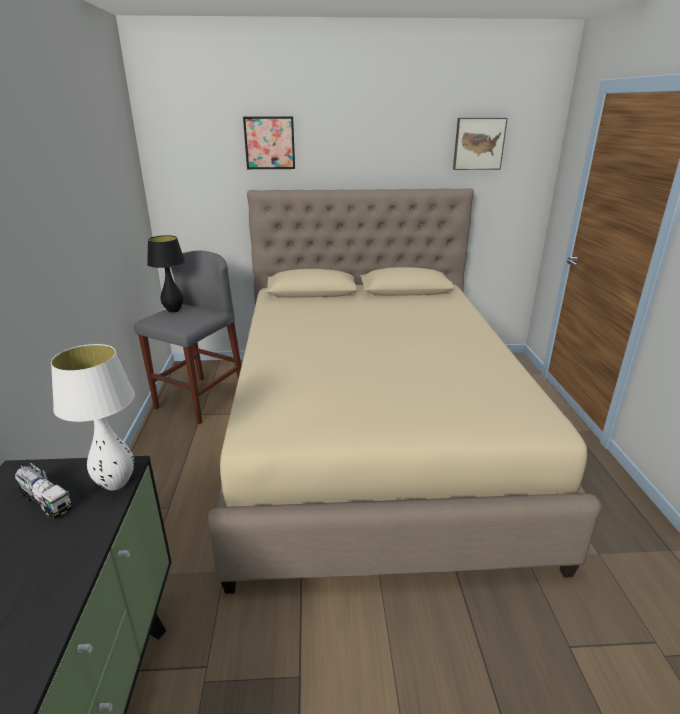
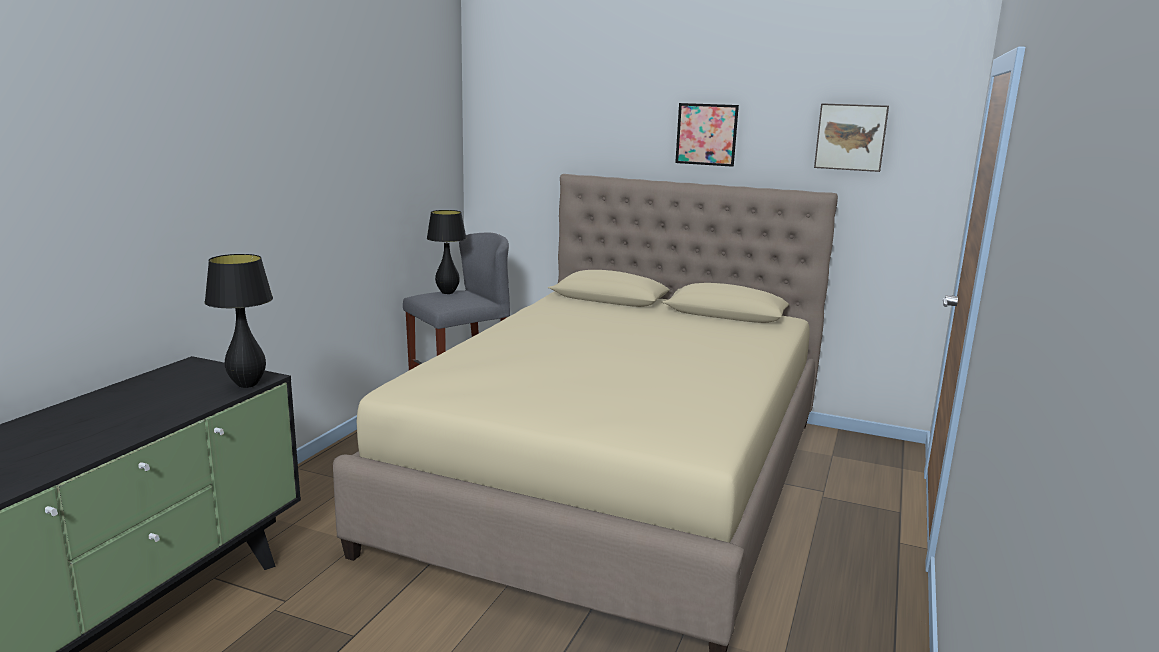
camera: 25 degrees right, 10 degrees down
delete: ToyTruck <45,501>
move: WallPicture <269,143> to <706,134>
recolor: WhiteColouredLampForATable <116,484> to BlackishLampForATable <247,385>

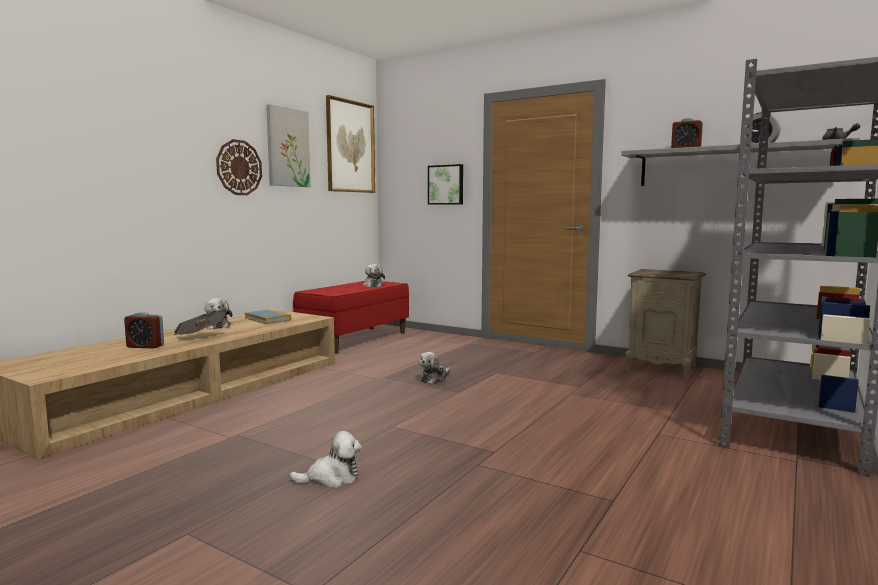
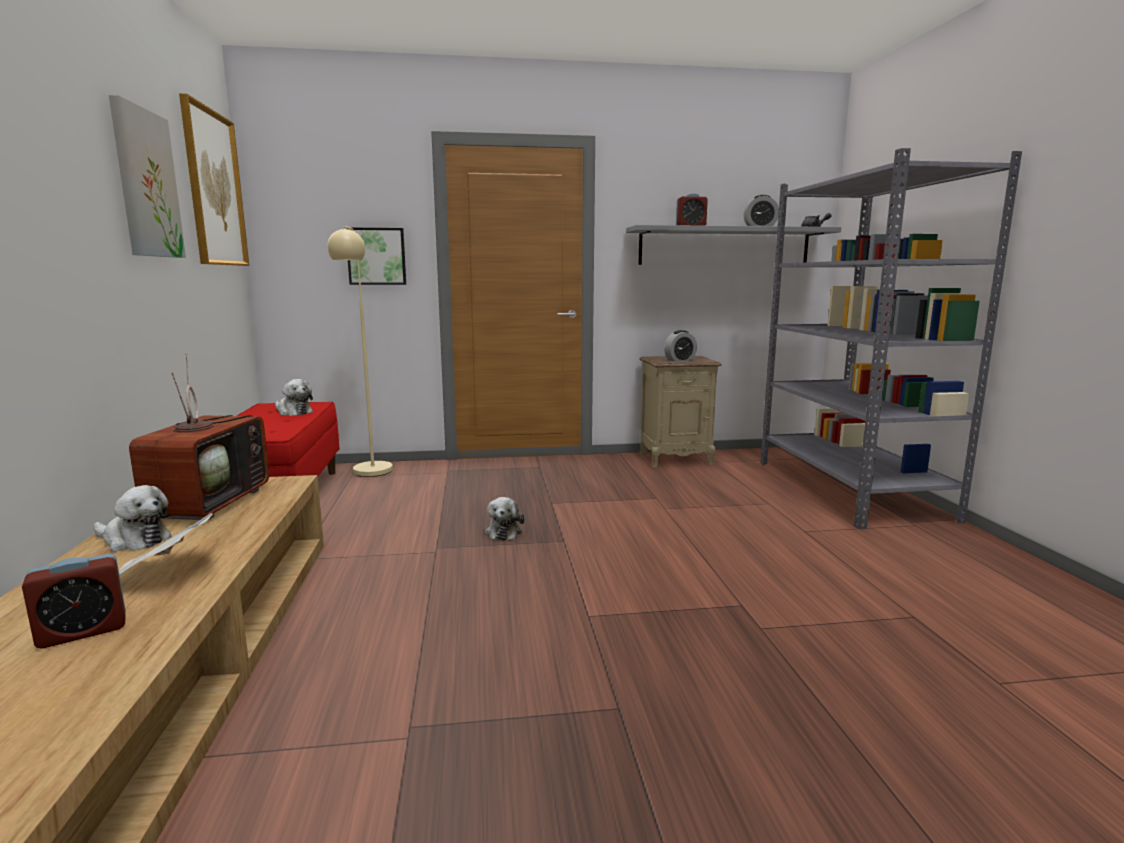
camera: 40 degrees left, 5 degrees up
delete: HangingClock <239,167>; CuddlyToy <331,478>
insert: SandColouredStandardLamp <370,474>; TableClock <680,360>
replace: Volume <267,319> to TvSet <209,502>

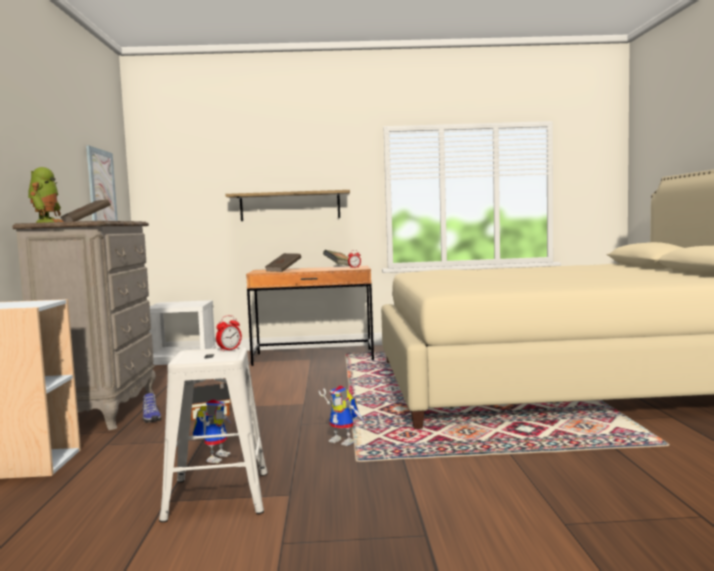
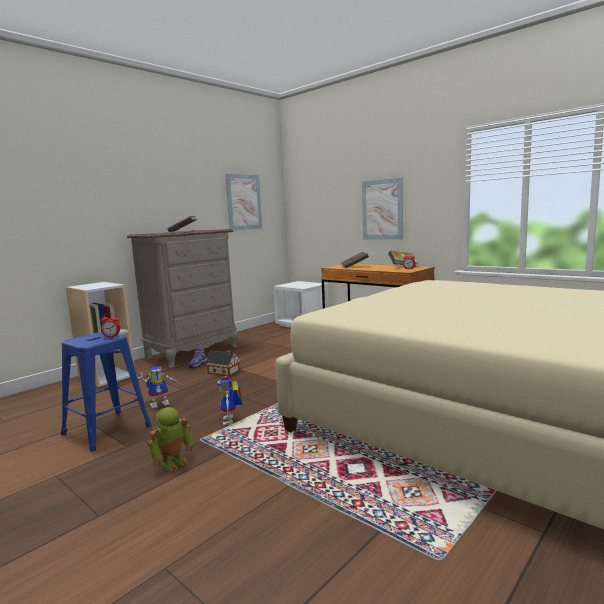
camera: 45 degrees right, 5 degrees up
move: ToyRobot <46,222> to <173,462>
replace: BracketShelf <290,206> to WallPicture <382,209>
recolor: WhiteColouredStool <217,495> to BluishStool <106,430>

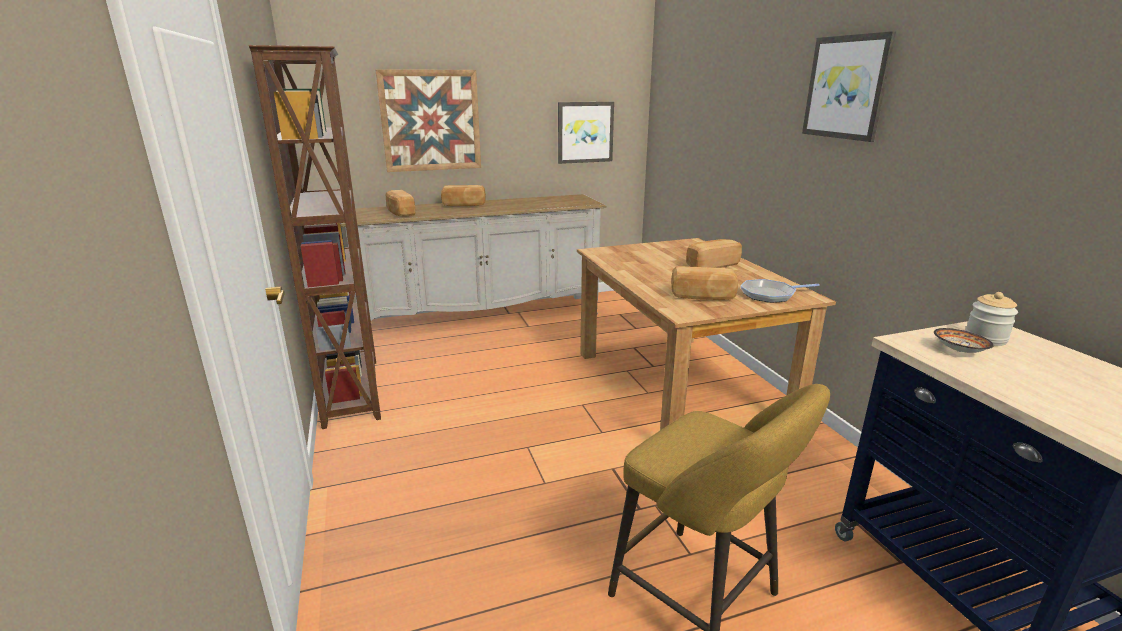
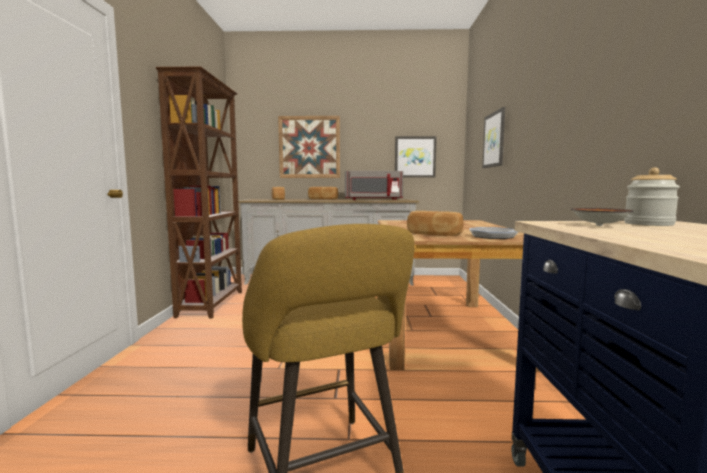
camera: 20 degrees right, 15 degrees down
delete: BakeryBread <711,265>
insert: GrayMicrowaveOven <373,199>
move: WallPicture <846,87> to <494,140>

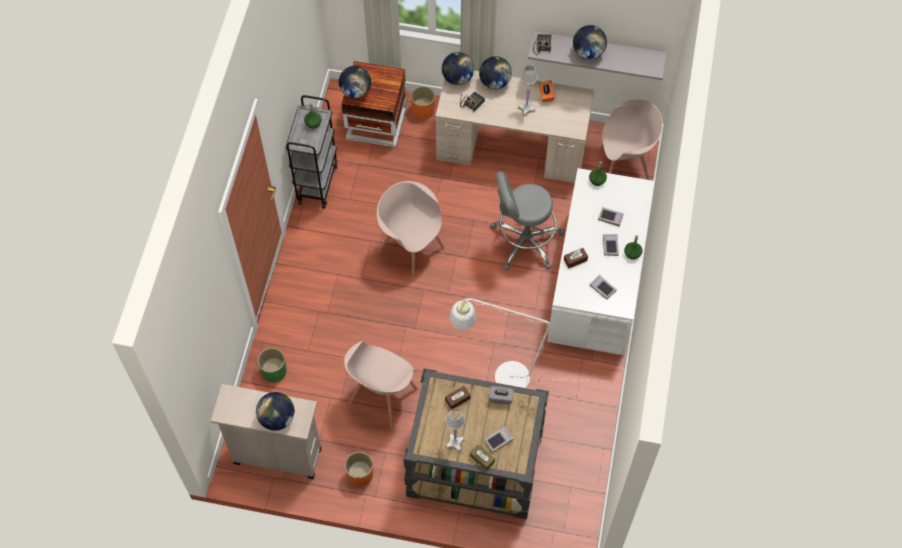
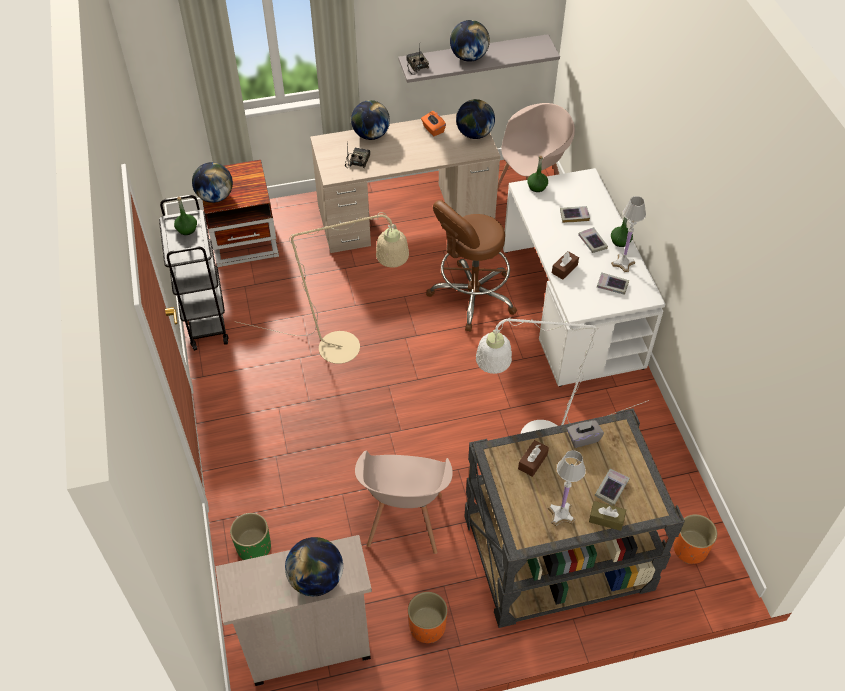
camera: 25 degrees left, 10 degrees down
move: OrangeColouredPlanter <423,110> to <690,549>; DeskGlobe <457,78> to <474,134>; WhiteColouredLampForATable <526,108> to <623,263>
replace: SandColouredPlainChair <410,249> to SandColouredStandardLamp <350,349>
recolor: GrayStool <524,241> to BrownishStool <472,297>

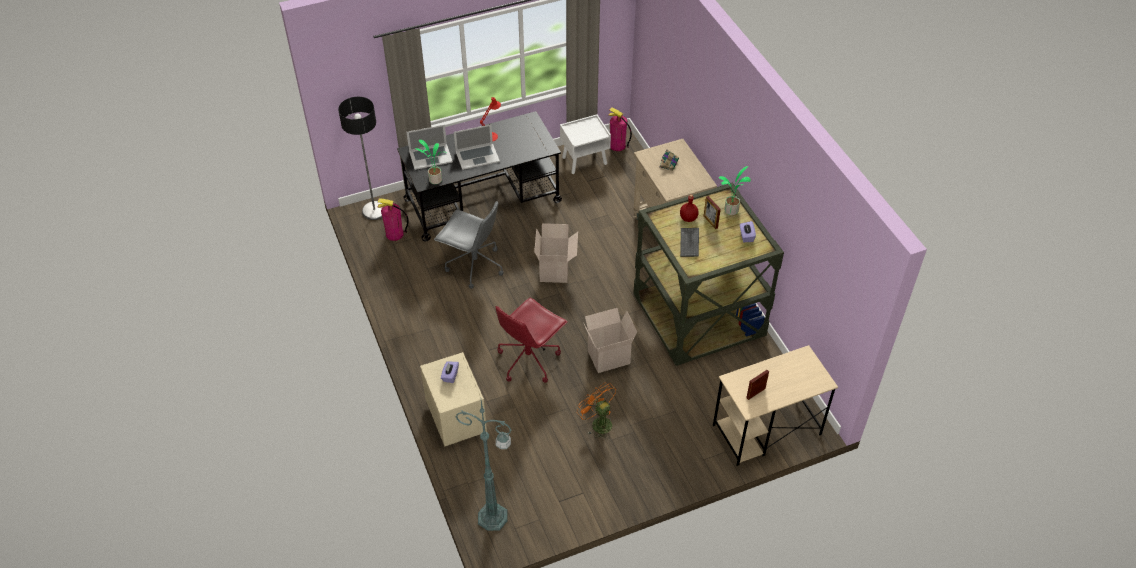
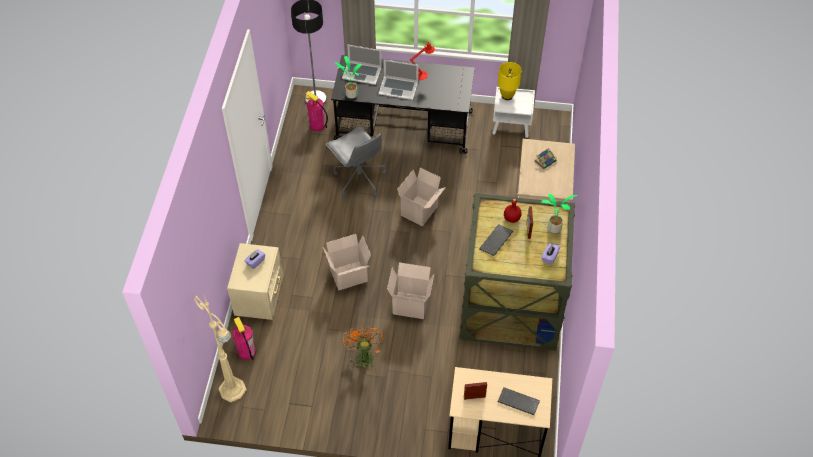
camera: 30 degrees right, 5 degrees up
insert: YellowLampForATable <507,96>; Keyboard <517,402>
move: FireExtinguisher <617,145> to <246,351>
replace: ReddishComputerChair <530,359> to CardboardBox <348,276>
recolor: GreenStandardLamp <494,518> to SandColouredStandardLamp <233,390>

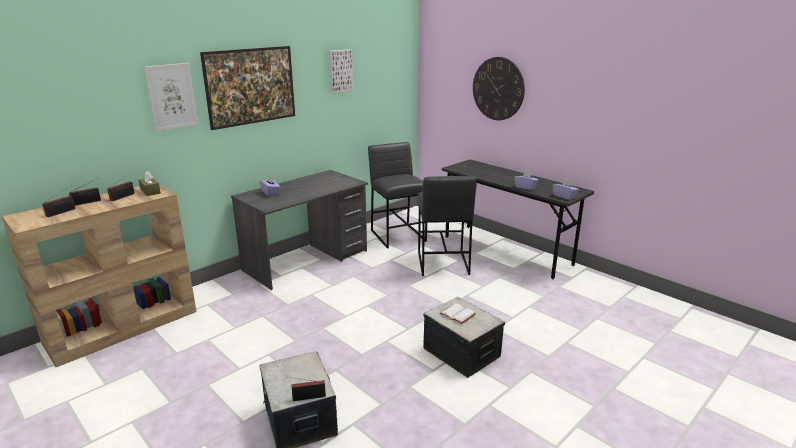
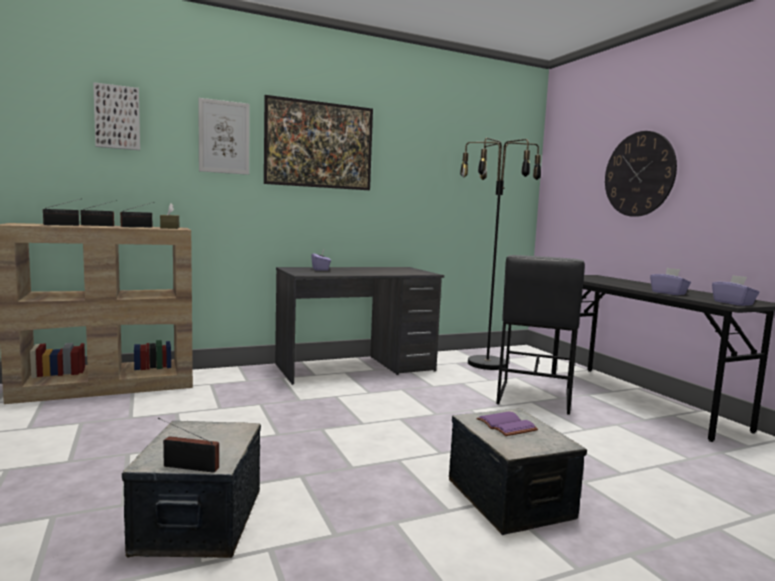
camera: 20 degrees right, 15 degrees down
move: WallPicture <339,70> to <117,117>
replace: GrayStool <398,235> to StandardLamp <486,364>
recolor: WhiteColouredVolume <458,314> to PurplishVolume <508,426>

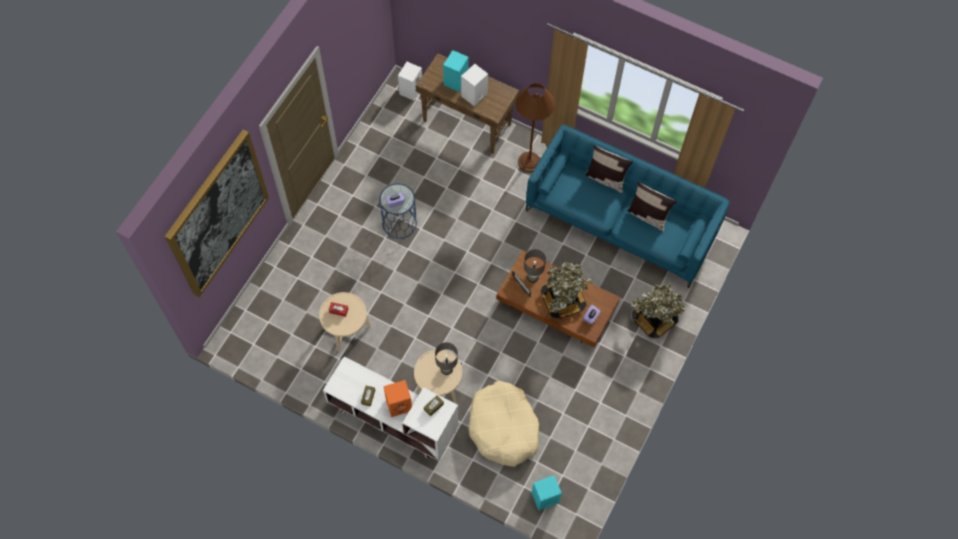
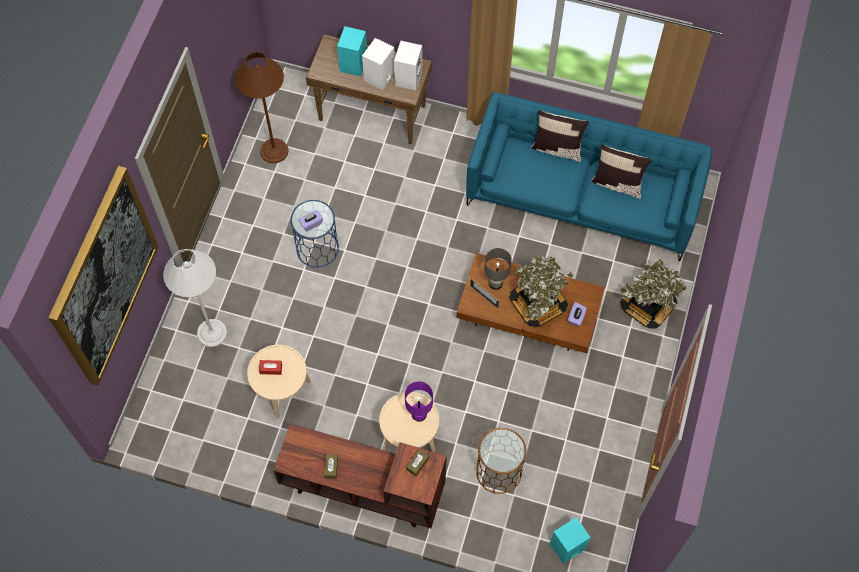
camera: 10 degrees left, 0 degrees up
delete: OrangeColouredAudioSpeaker <399,404>
insert: WhiteColouredStandardLamp <212,333>
move: WhiteColouredAudioSpeaker <410,90> to <408,77>; BrownishStandardLamp <529,162> to <274,151>
replace: SandColouredPetBed <503,427> to BrownishSideTable <498,471>
recolor: WhiteColouredMediaConsole <392,420> to BrownishMediaConsole <361,490>; GrayLampForATable <446,368> to PurplishLampForATable <419,414>

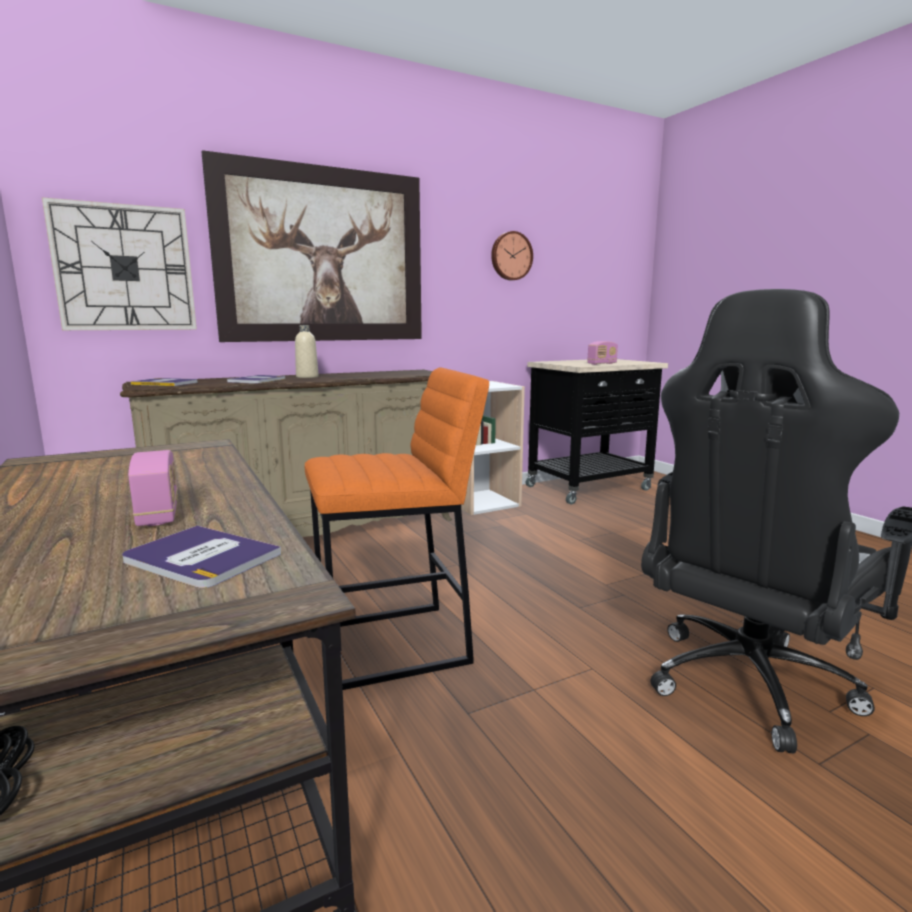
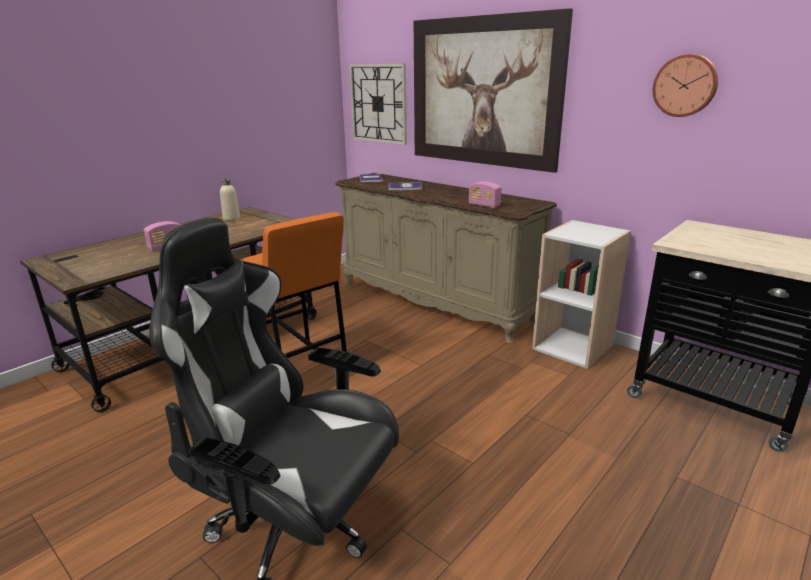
camera: 70 degrees right, 10 degrees up
delete: Volume <201,558>
move: SandColouredBeverageBottle <307,377> to <231,218>; Radio <602,364> to <484,205>

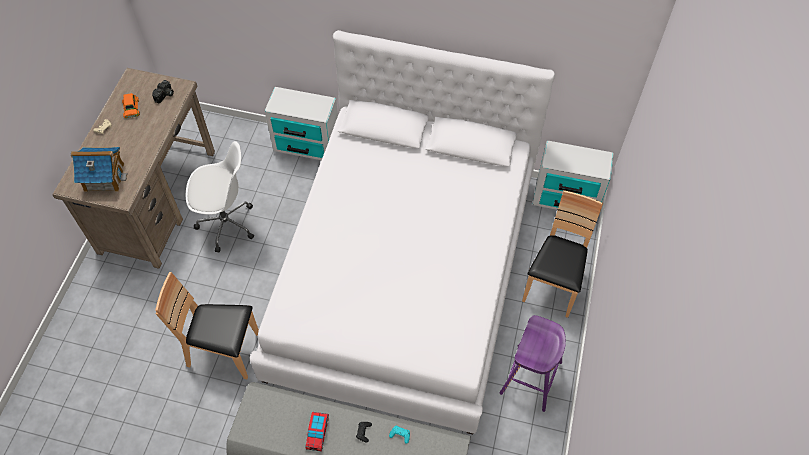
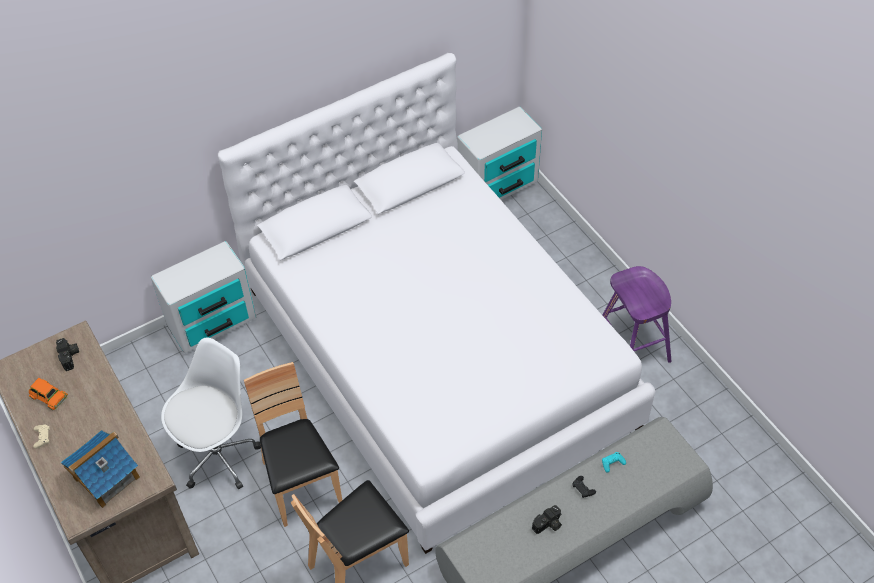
camera: 45 degrees left, 5 degrees down
move: BrownishPlainChair <553,285> to <301,484>
replace: MiniatureCar <317,432> to PhotoCamera <548,525>

